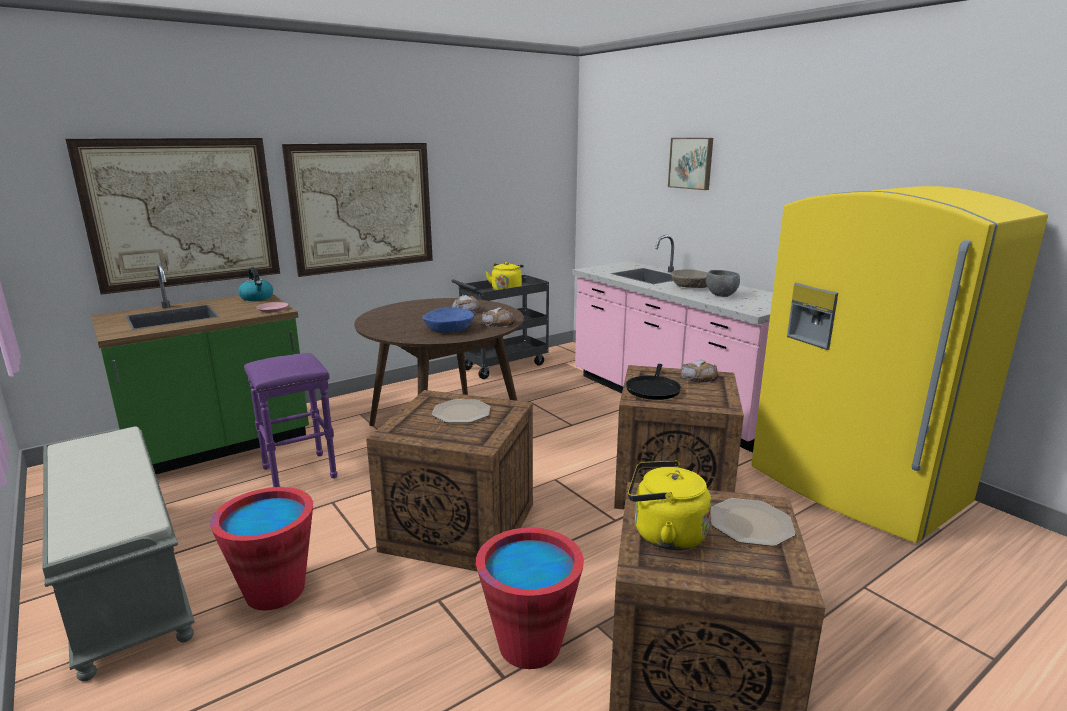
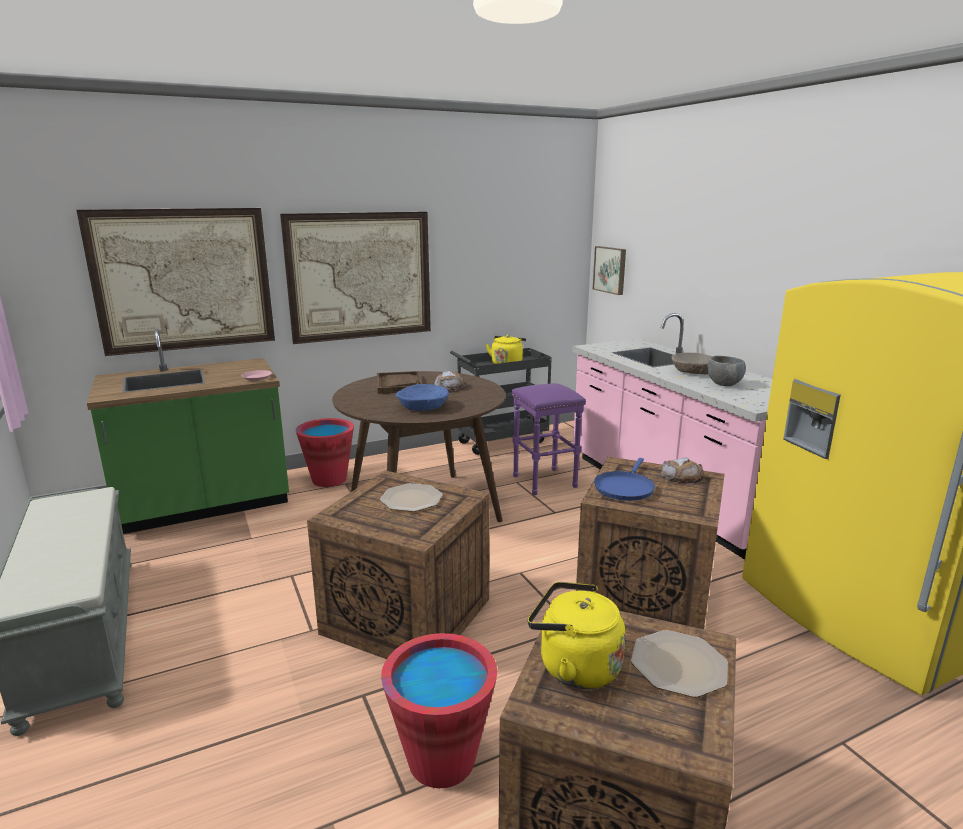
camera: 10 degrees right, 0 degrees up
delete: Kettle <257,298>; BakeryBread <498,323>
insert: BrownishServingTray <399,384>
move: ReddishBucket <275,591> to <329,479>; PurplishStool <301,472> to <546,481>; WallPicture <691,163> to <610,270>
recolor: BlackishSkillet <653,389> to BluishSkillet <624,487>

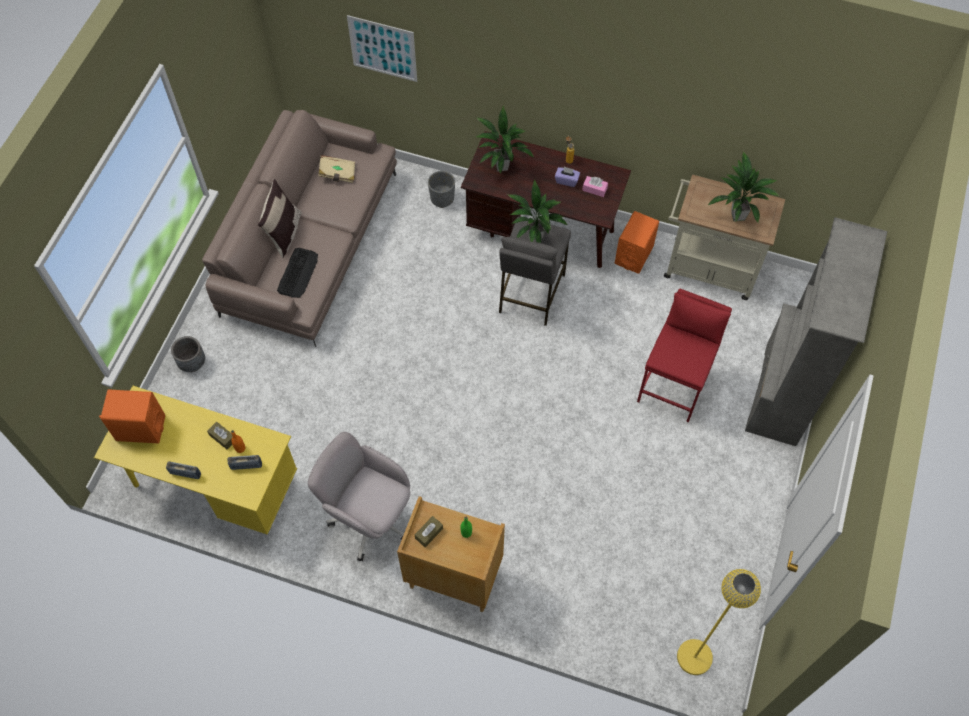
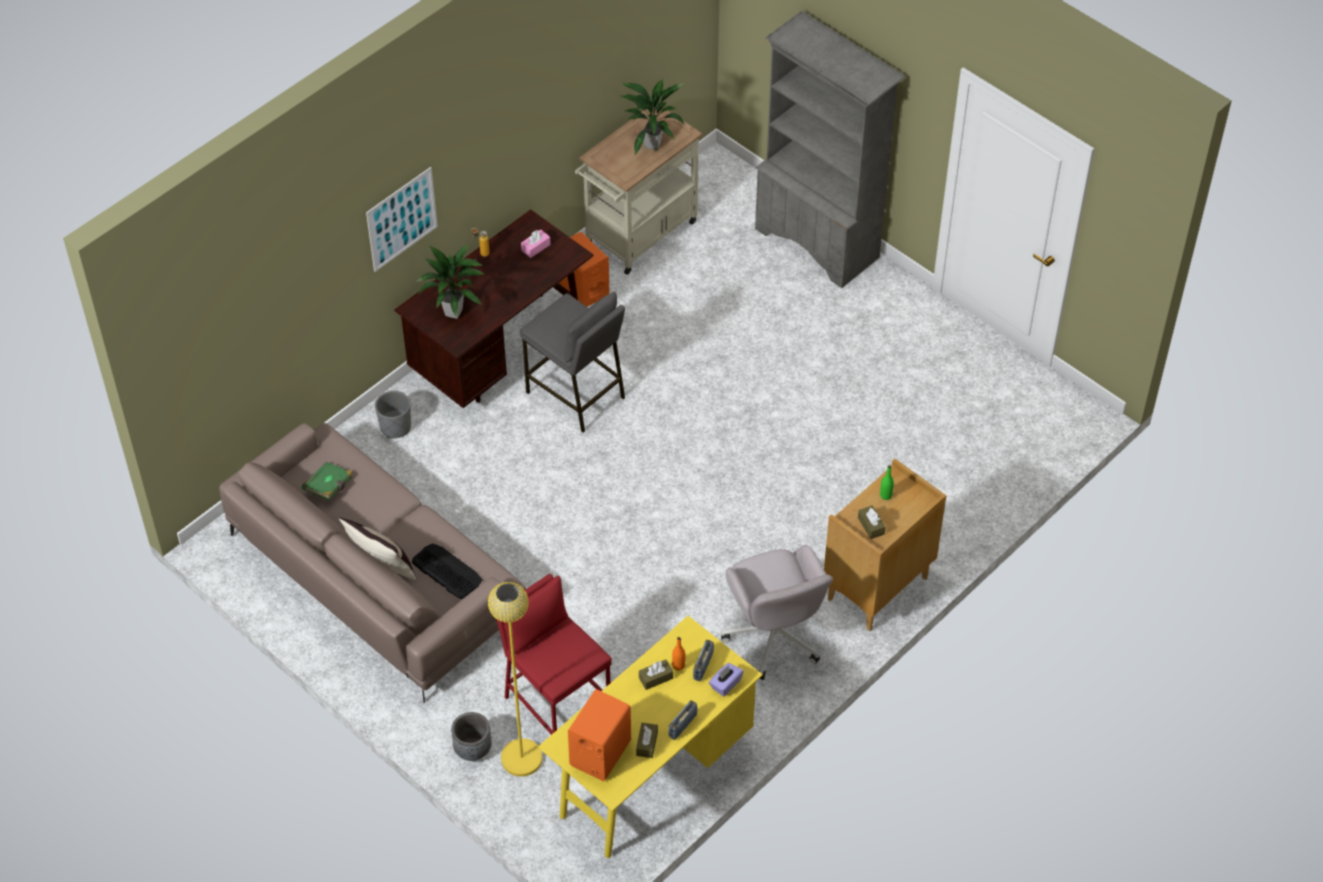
camera: 65 degrees left, 10 degrees down
delete: Houseplant <534,239>
insert: BrownishBoxOfTissues <647,743>
move: WallPicture <382,48> to <402,219>; PurplishBoxOfTissues <566,180> to <725,684>; ReddishStool <674,385> to <557,705>; YellowStandardLamp <694,657> to <522,758>
recolor: SandColouredVolume <337,174> to GreenVolume <329,487>
rotate: GrayComputerChair <370,519> = <773,639> 75 degrees counterclockwise

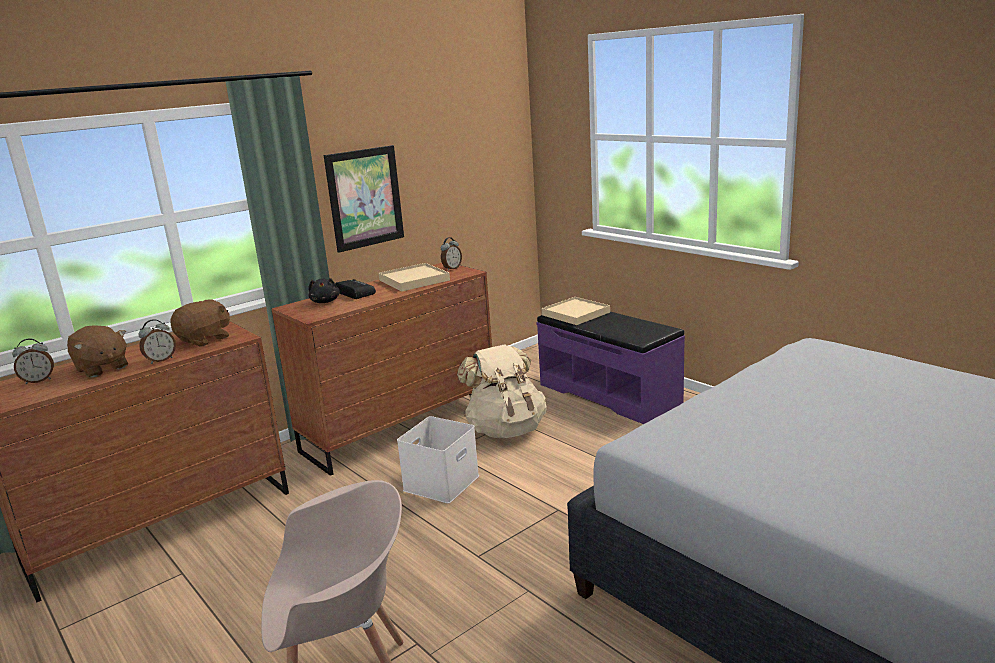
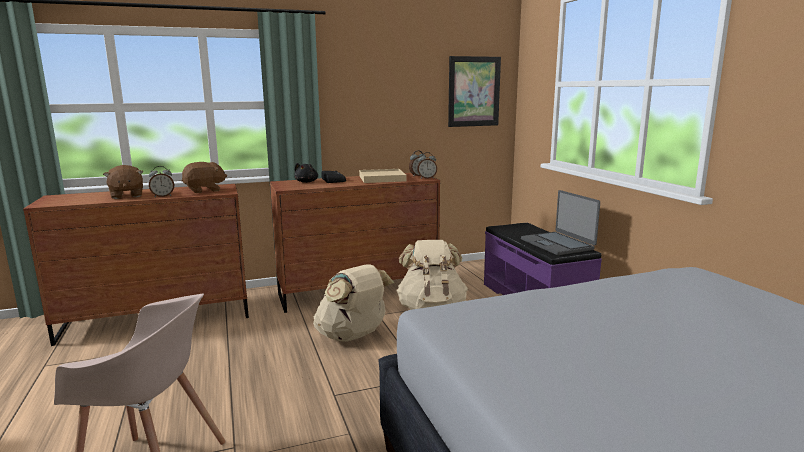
camera: 20 degrees right, 5 degrees down
delete: SandColouredServingTray <575,313>
insert: NotebookComputer <557,244>
move: TableClock <38,381> to <427,178>; WallPicture <365,198> to <474,91>
replace: WhiteColouredStorageBox <441,484> to SandColouredKnapsack <353,336>

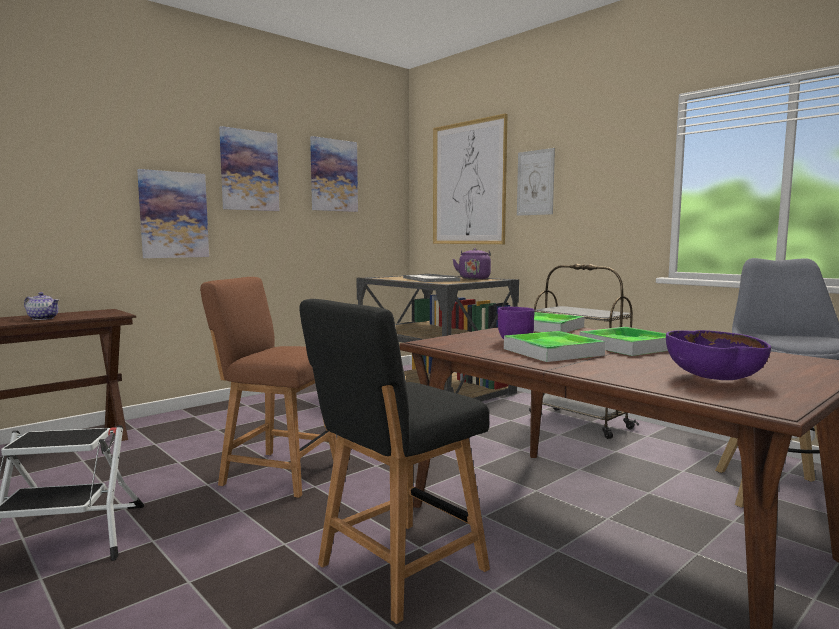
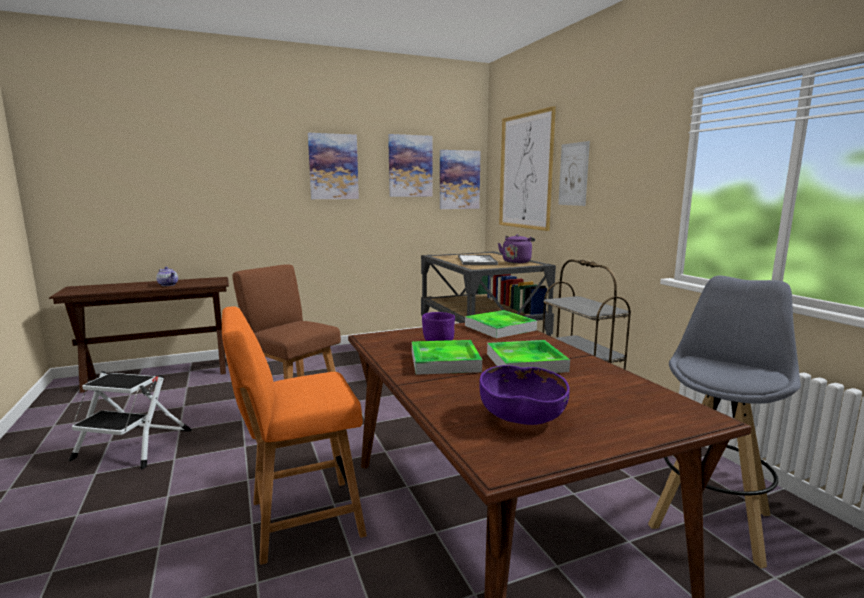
camera: 20 degrees right, 5 degrees up
move: WallPicture <173,215> to <459,180>
recolor: BlackishPlainChair <396,570> to OrangeColouredPlainChair <299,520>

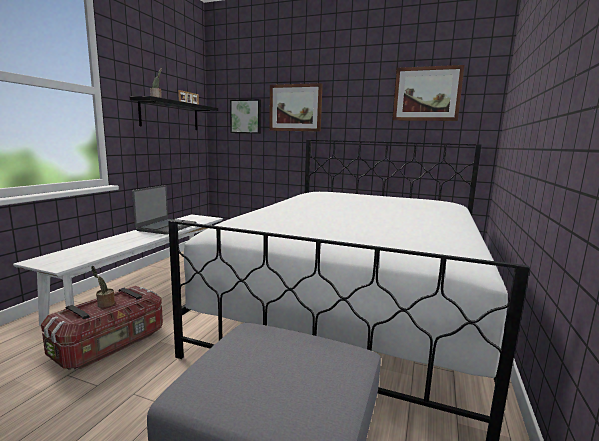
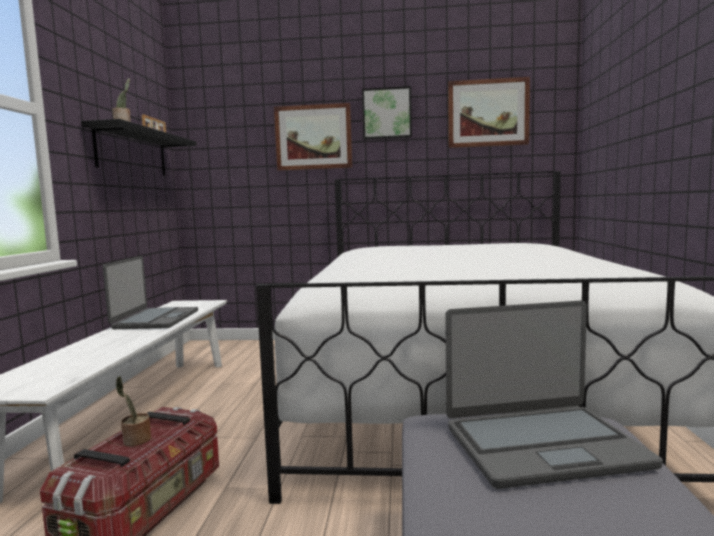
camera: 15 degrees left, 5 degrees down
insert: NotebookComputer <542,445>
move: WallPicture <246,116> to <387,113>

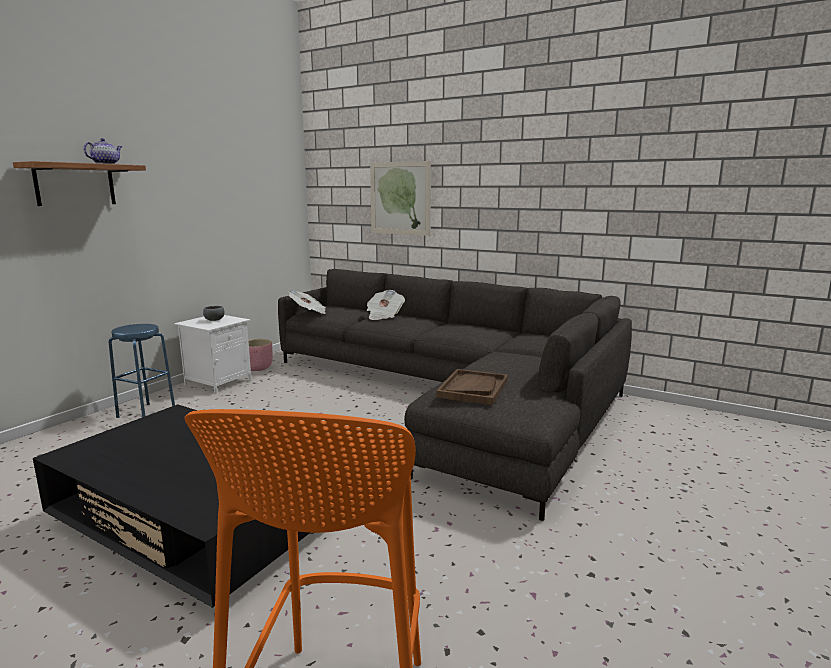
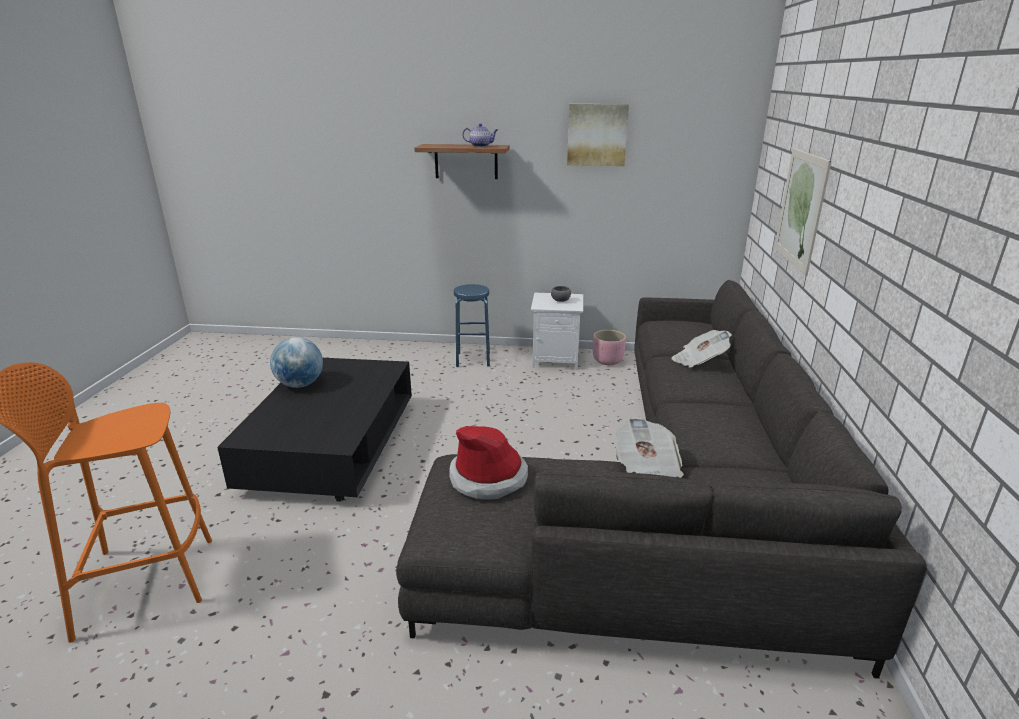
camera: 65 degrees right, 10 degrees up
insert: DeskGlobe <300,385>; WallPicture <597,135>
move: Newspaper <308,312> to <647,470>
replace: BrownishServingTray <473,389> to ClothingHat <488,477>

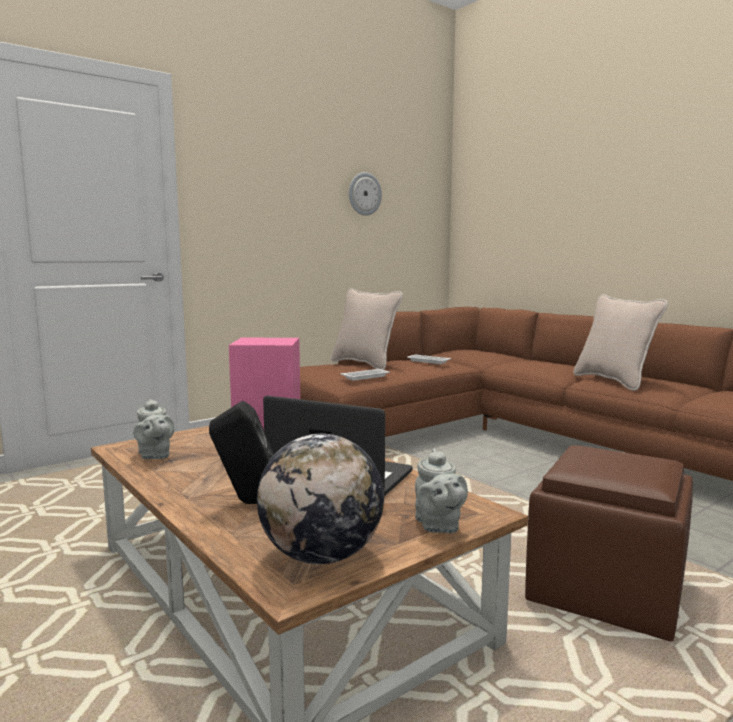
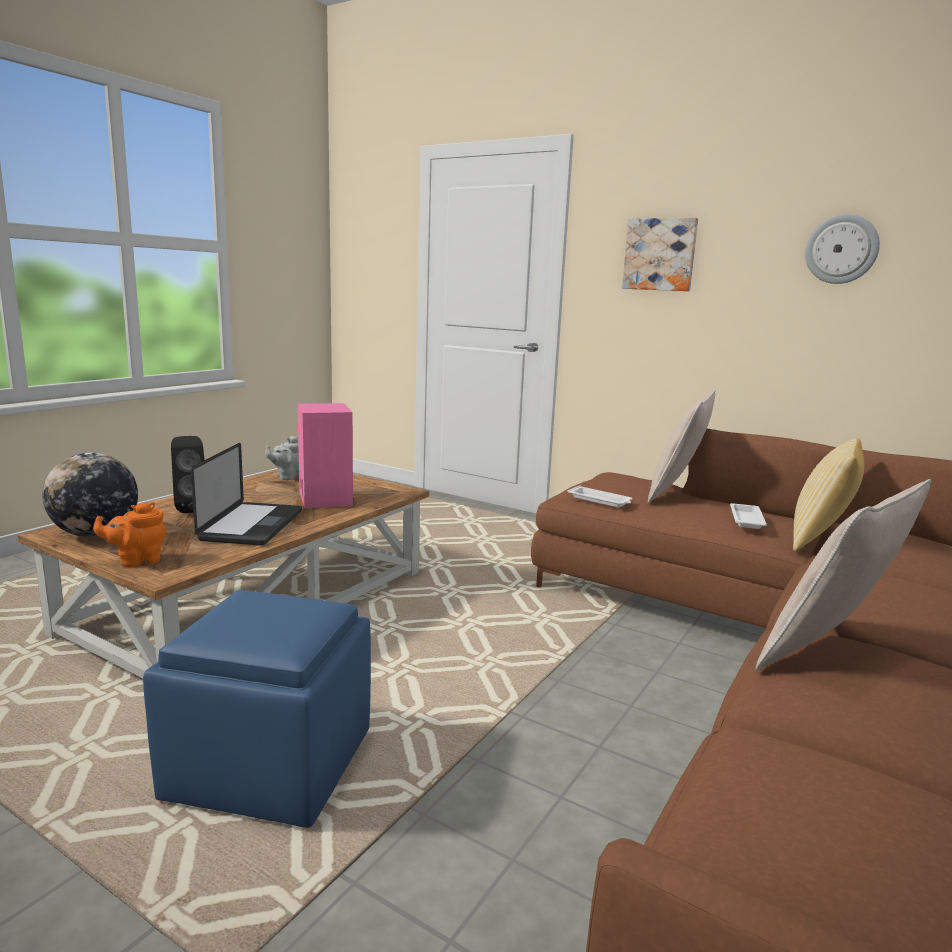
camera: 70 degrees right, 5 degrees up
insert: WallPicture <660,254>; ThrowPillow <820,539>
recolor: GrayPotForTea <438,526> to OrangeColouredPotForTea <137,561>; BrownishPouffe <607,593> to BluishPouffe <268,766>

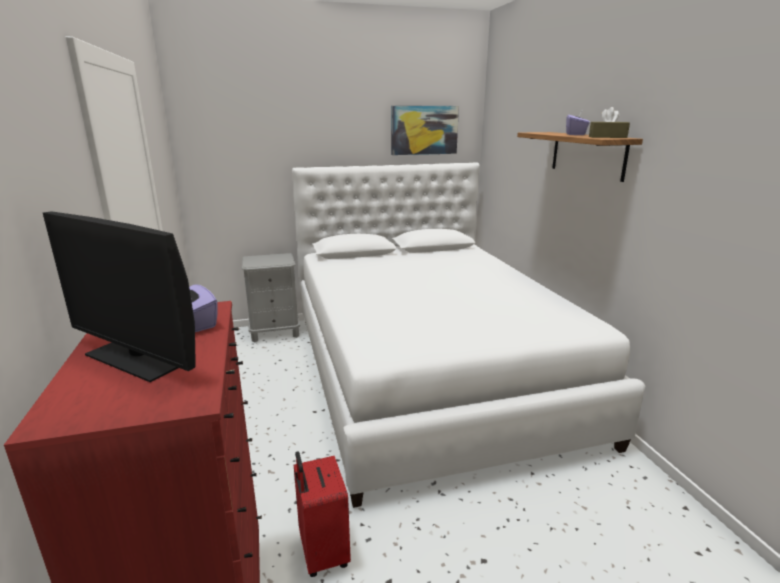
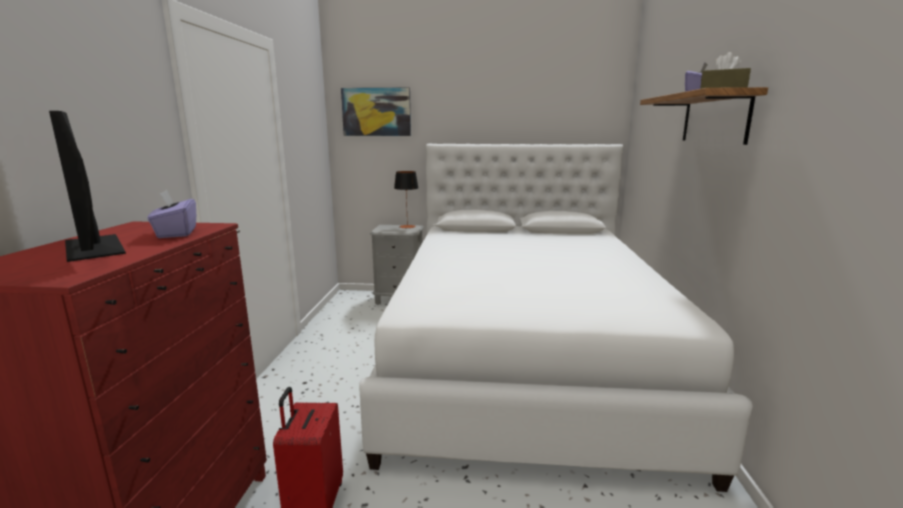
camera: 20 degrees right, 5 degrees down
insert: LampForATable <407,226>
move: WallPicture <424,130> to <376,112>

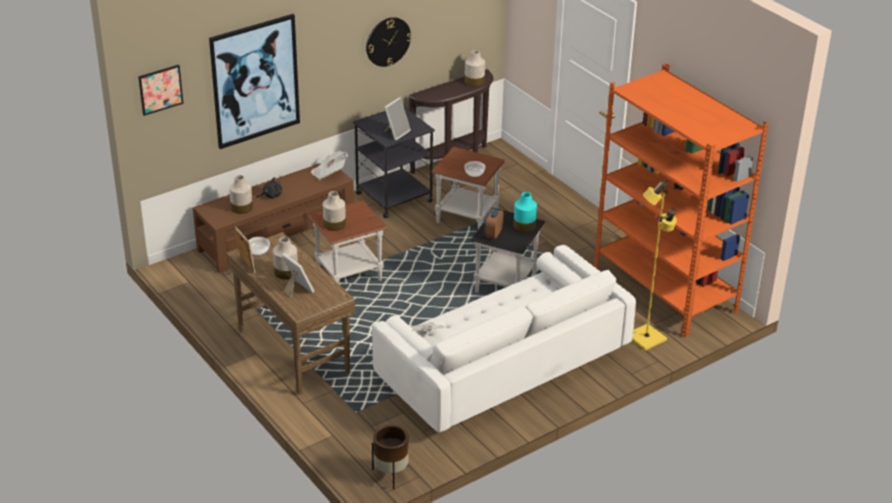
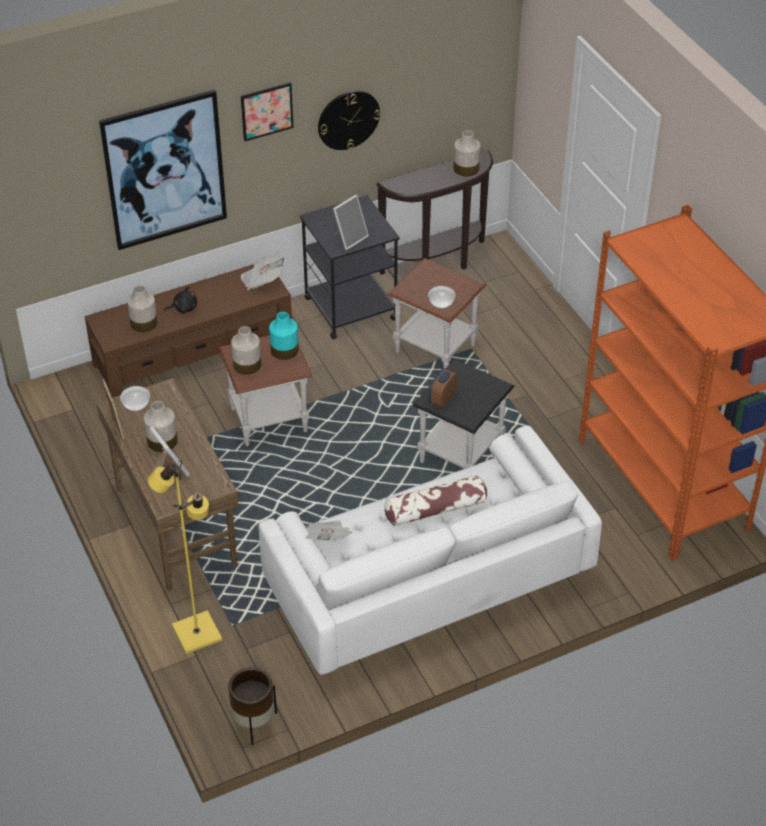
camera: 10 degrees right, 10 degrees up
insert: ThrowPillow <435,509>
move: WallPicture <160,89> to <266,111>; TurquoiseColouredDecorativeVase <524,225> to <284,350>; YellowStandardLamp <646,338> to <197,633>

